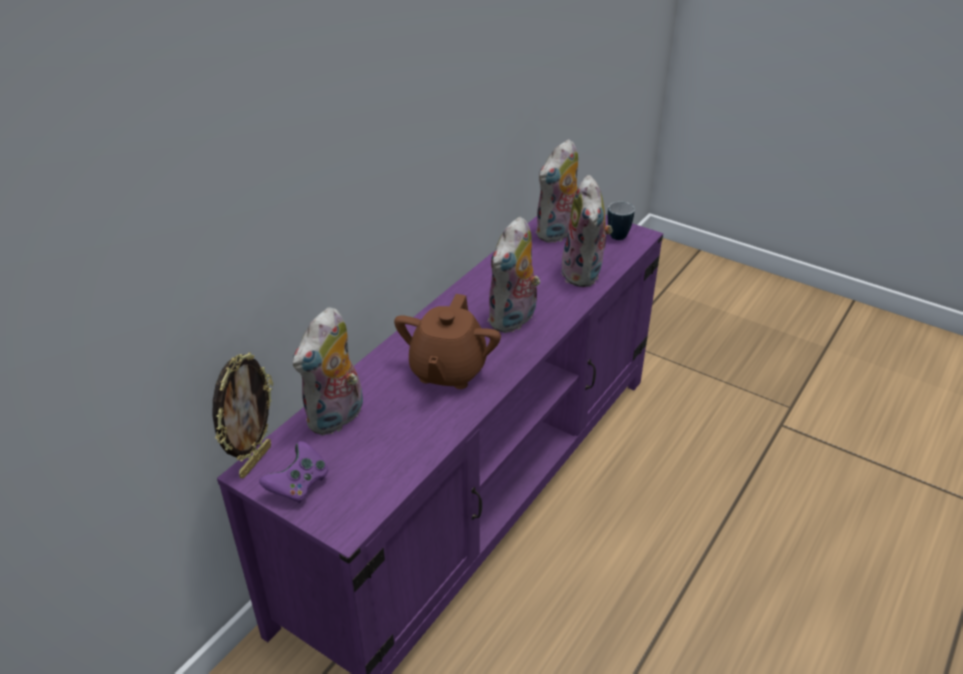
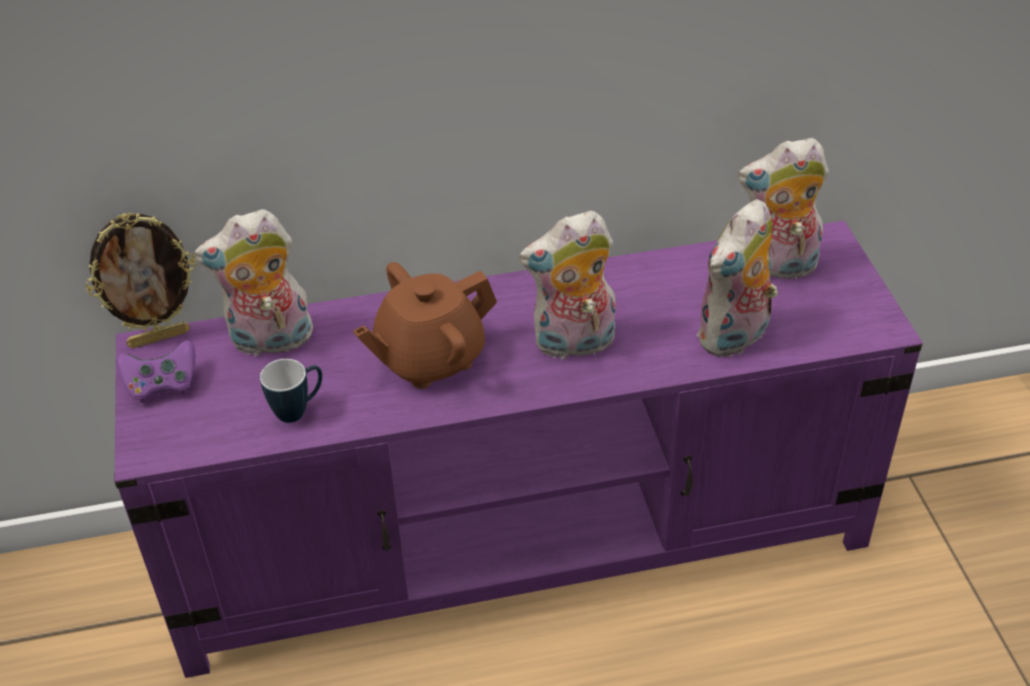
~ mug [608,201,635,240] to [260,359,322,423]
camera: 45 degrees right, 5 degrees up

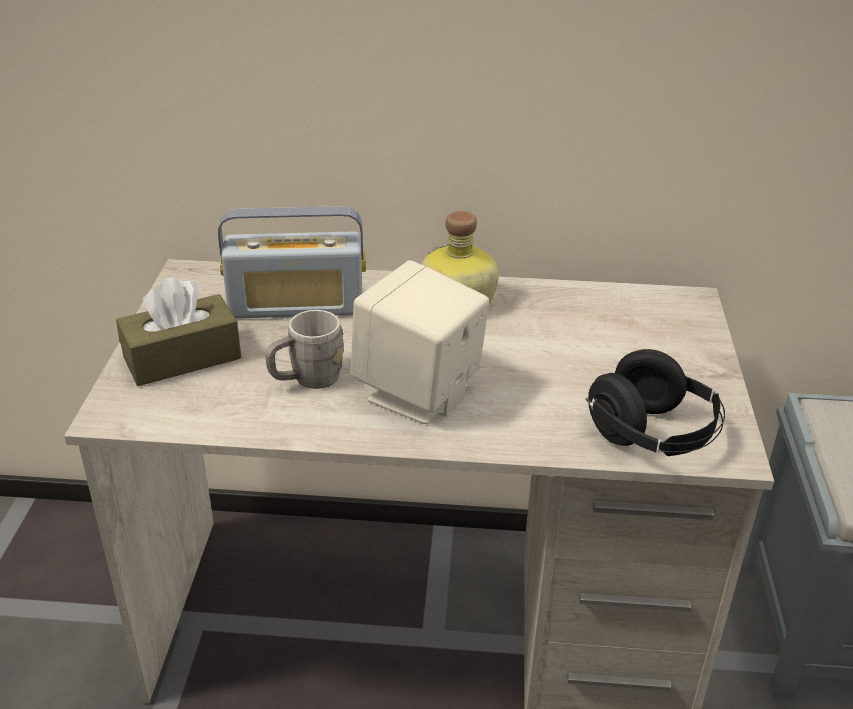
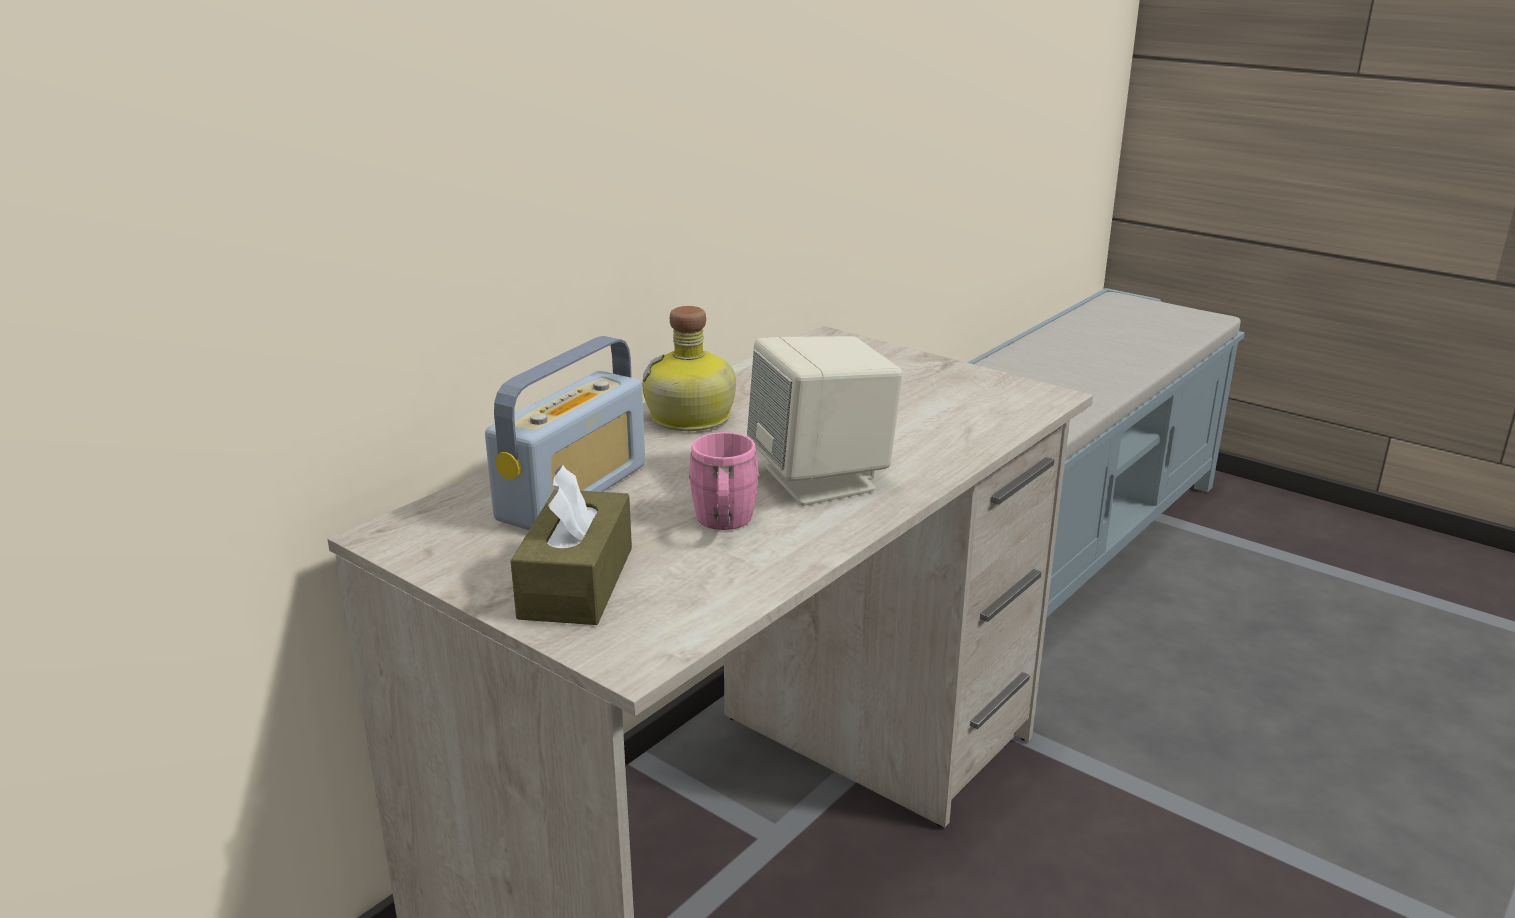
~ mug (grey) [266,310,344,389] to mug (pink) [688,432,760,530]
- headphones (black) [585,349,725,456]
camera: 55 degrees left, 10 degrees down

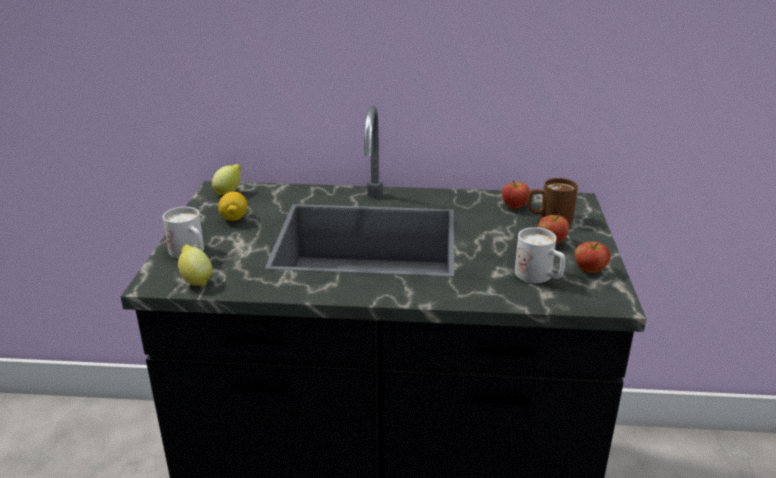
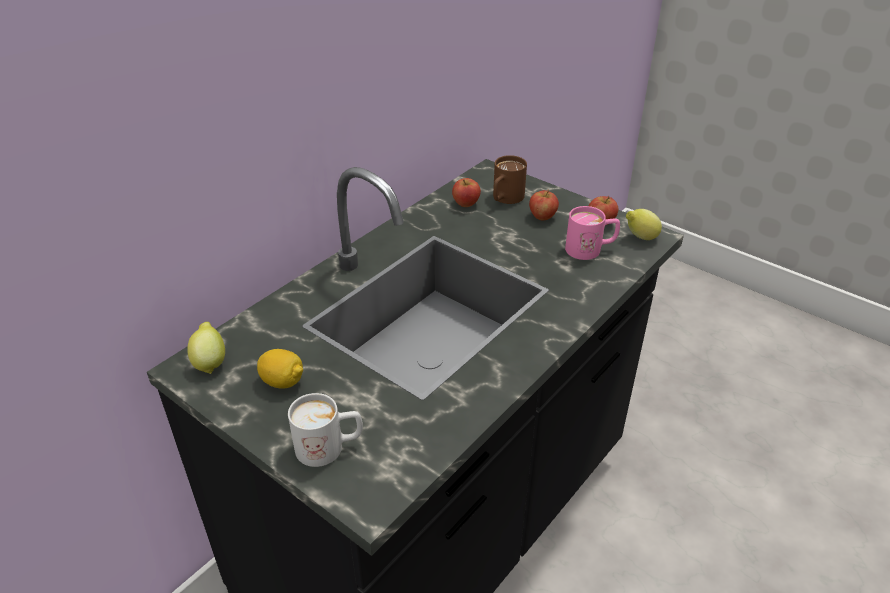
~ mug (white) [515,227,565,283] to mug (pink) [565,206,620,260]
~ lemon [178,244,212,286] to [626,209,662,240]
camera: 55 degrees left, 10 degrees up

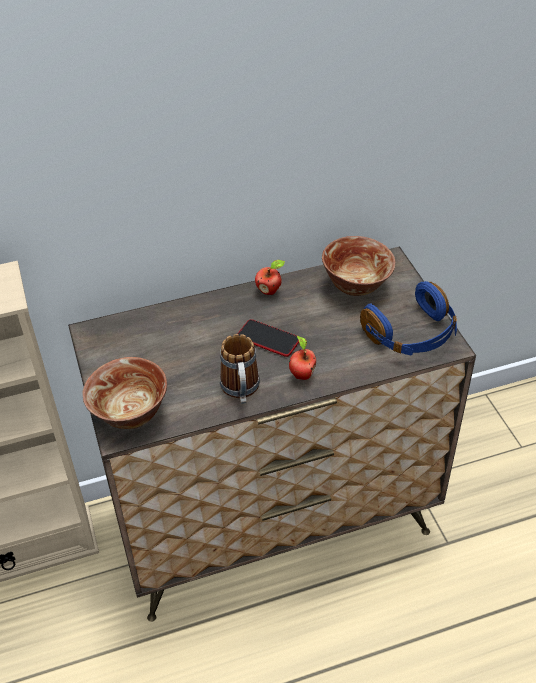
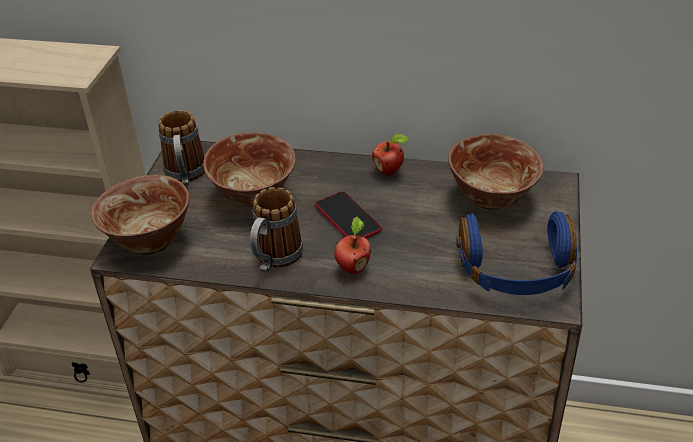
+ mug [158,110,205,186]
+ bowl [203,132,296,207]
camera: 30 degrees right, 5 degrees down

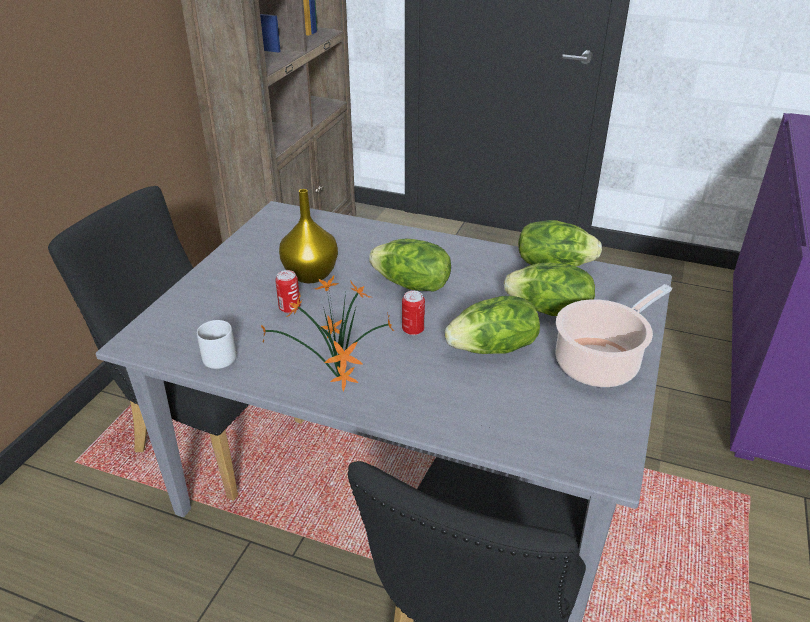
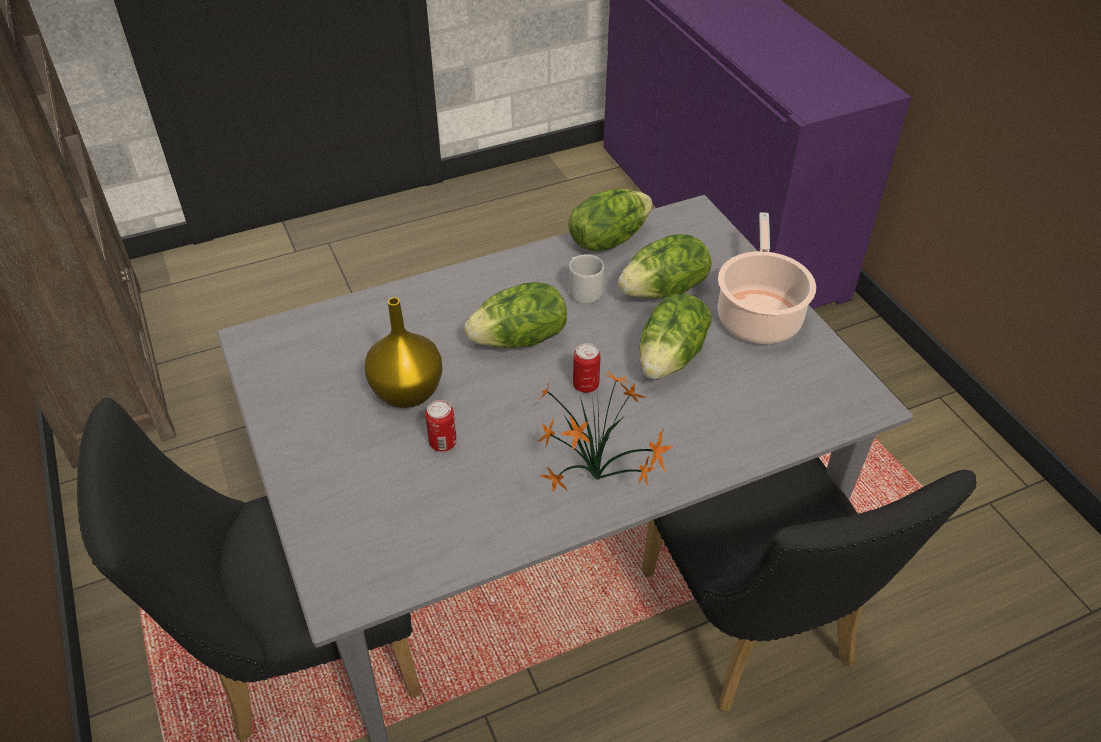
~ mug (grey) [197,320,236,369] to [569,254,604,304]
camera: 45 degrees left, 10 degrees up

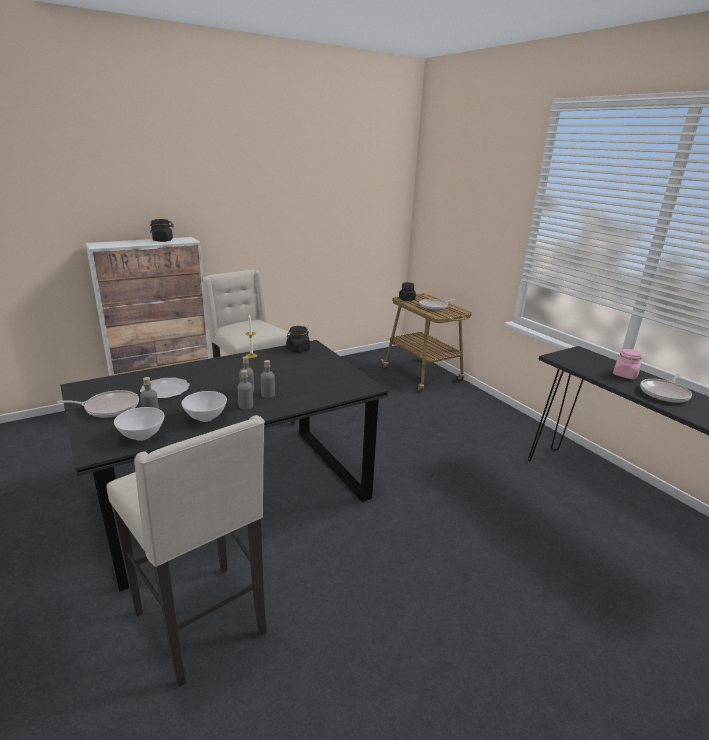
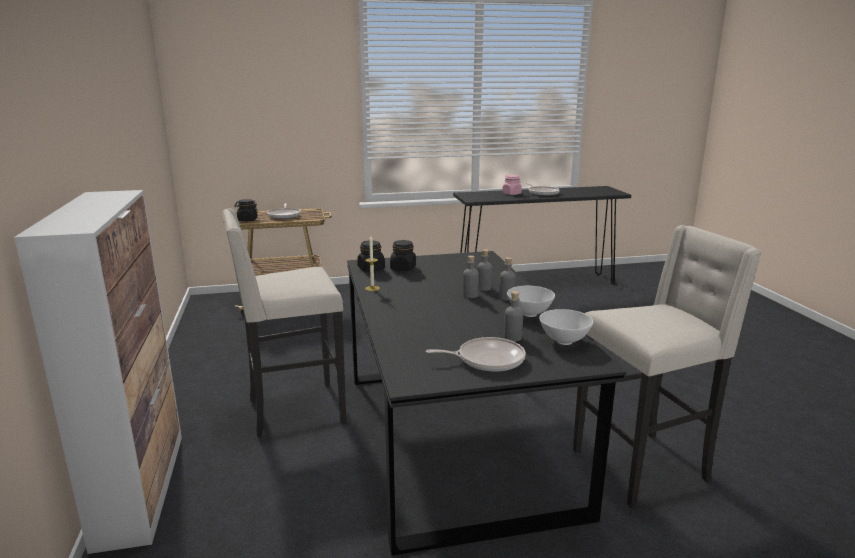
~ jar (black) [150,219,174,242] to [390,240,416,271]
- plate [140,377,190,398]
~ frying pan [57,390,139,418] = [426,337,526,372] 75 degrees clockwise
camera: 70 degrees left, 5 degrees down

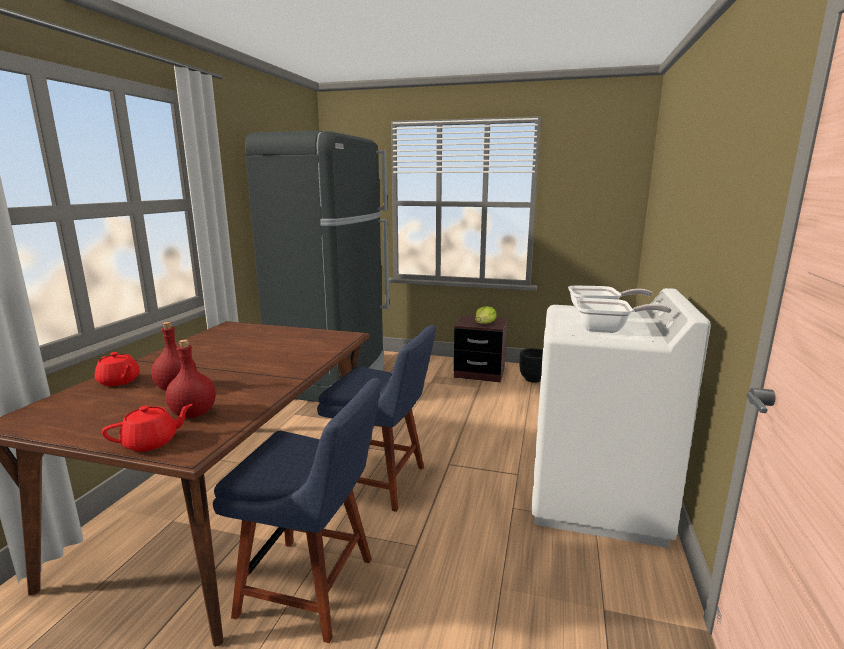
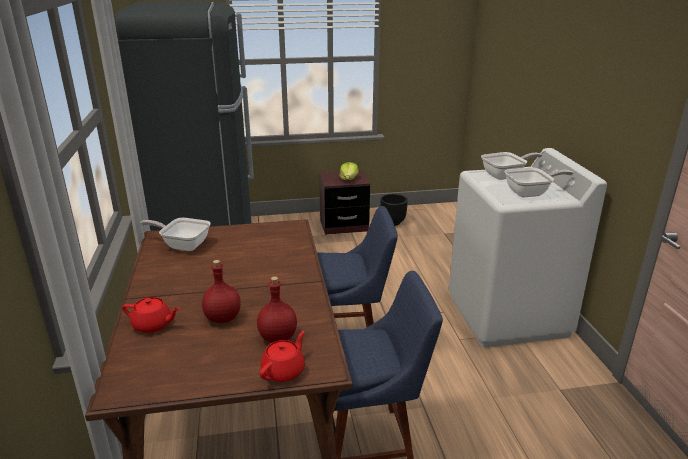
+ frying pan [140,218,210,251]
camera: 25 degrees left, 10 degrees up

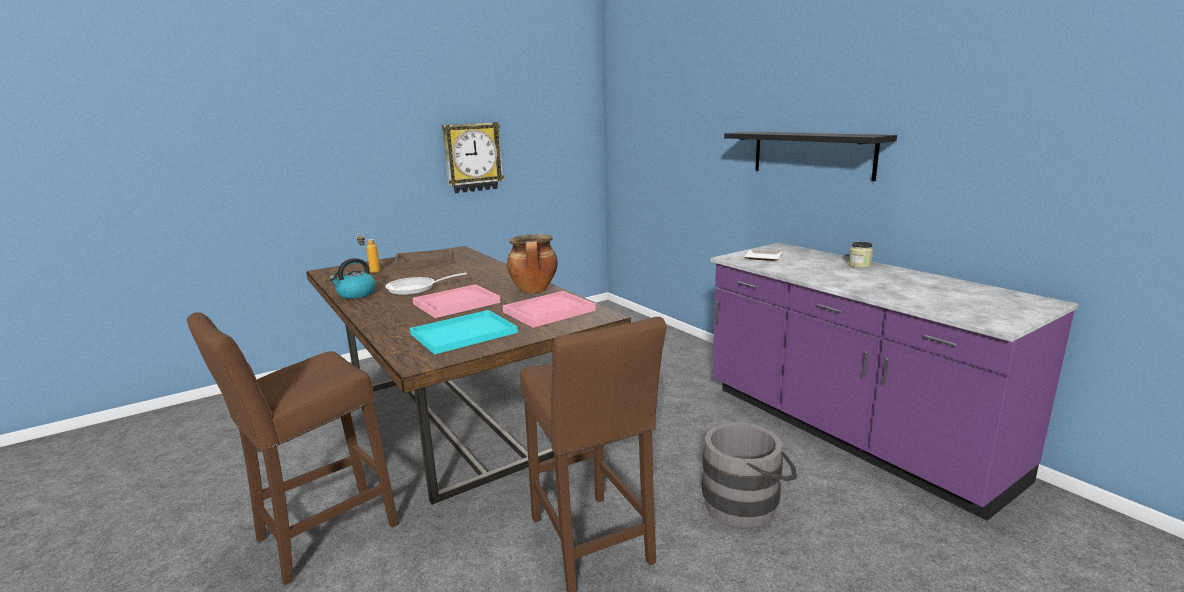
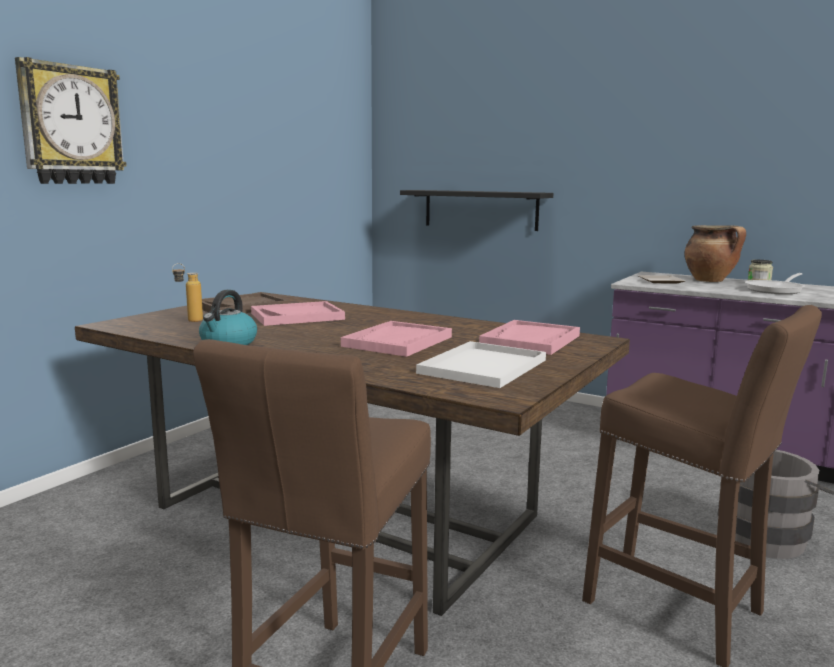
~ wall clock [442,122,504,193] to [15,57,127,184]
~ shelf (black) [724,132,897,181] to [400,190,553,231]
~ cooking pot [507,234,558,293] to [685,225,746,282]
~ frying pan [385,273,467,295] to [745,273,805,294]
~ tray (turquoise) [410,310,518,355] to tray (white) [416,341,546,388]
+ tray (pink) [251,301,345,326]
camera: 25 degrees left, 5 degrees down

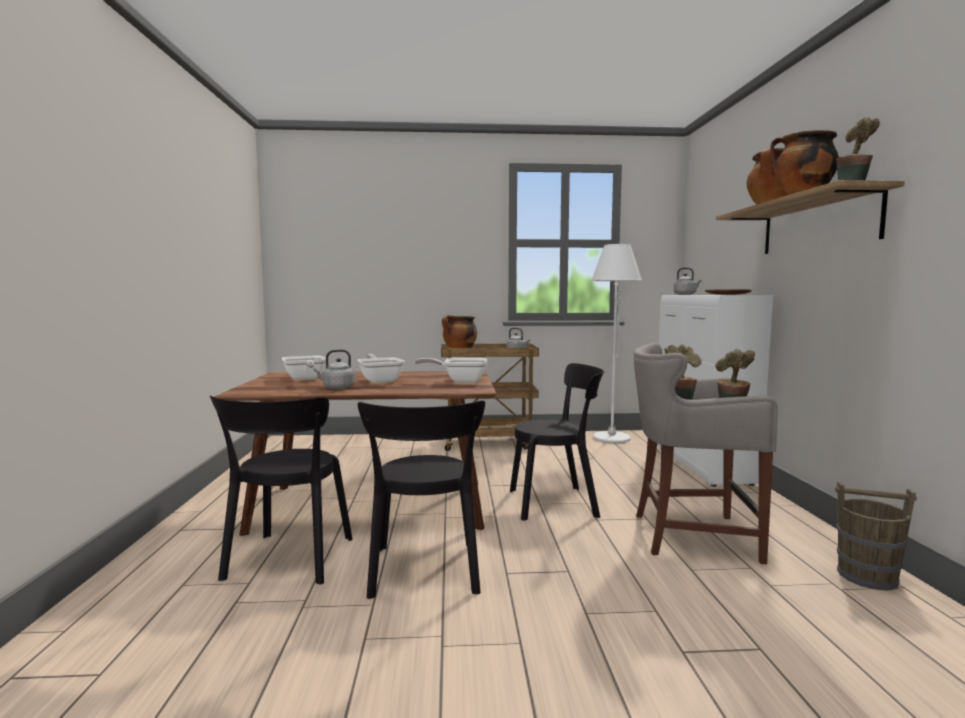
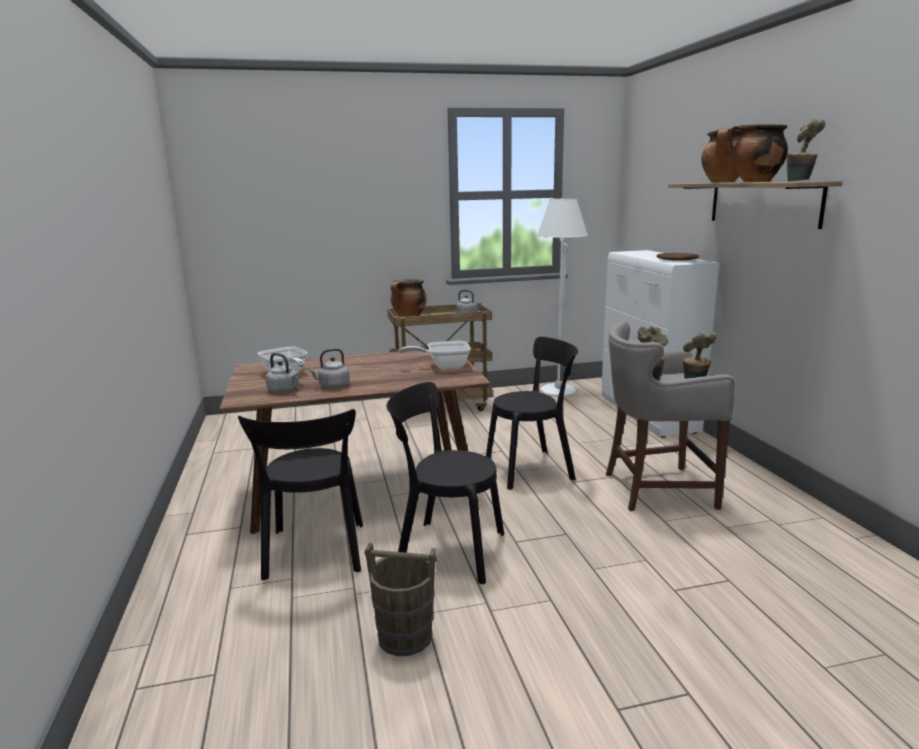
~ kettle (grey) [674,268,702,295] to [266,353,299,393]
- frying pan [357,354,405,383]
~ chair (black) [358,400,485,599] = [386,382,504,584] 120 degrees clockwise
~ bucket (brown) [835,481,917,591] to [364,543,437,656]
camera: 10 degrees left, 10 degrees up

